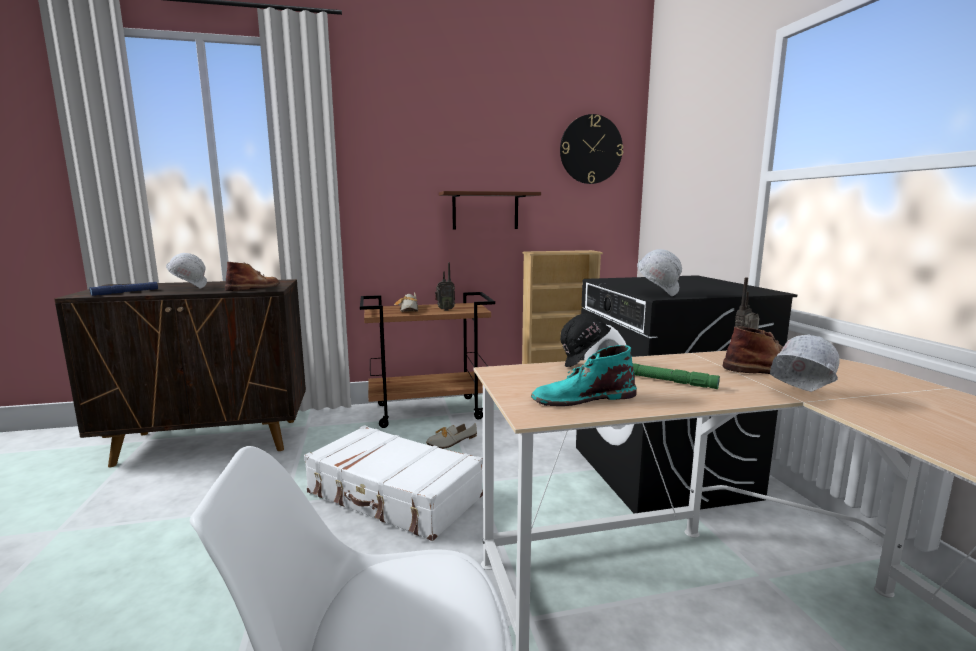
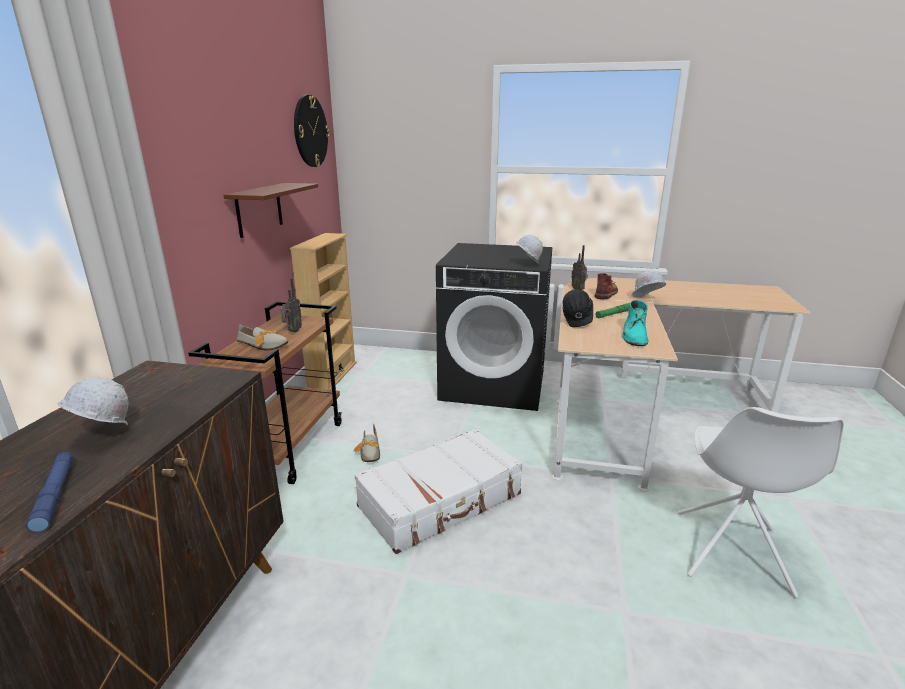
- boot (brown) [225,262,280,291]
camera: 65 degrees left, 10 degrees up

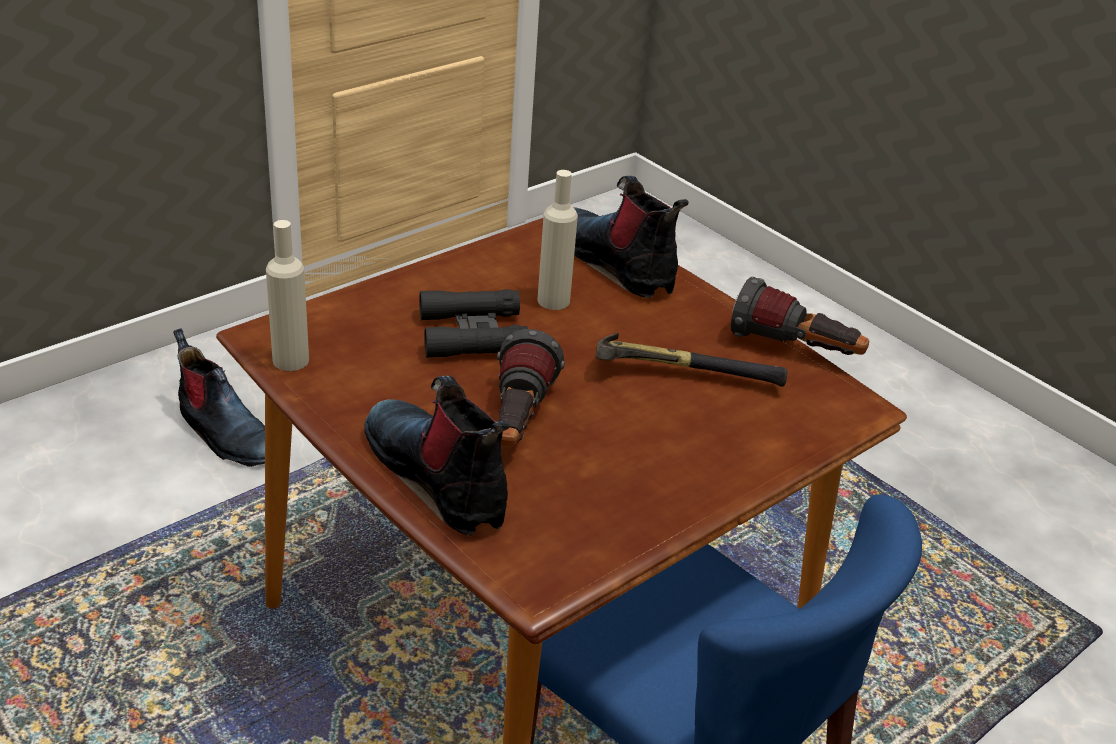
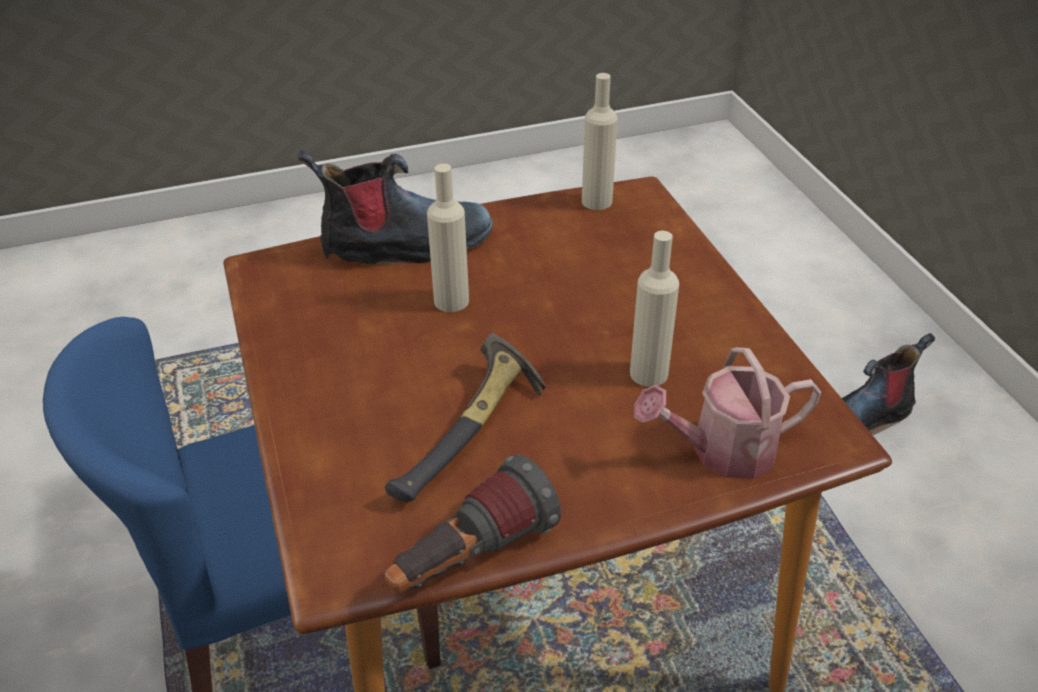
~ boot [574,176,689,298] to watering can [634,347,821,479]
- binoculars (black) [419,289,528,358]
~ flashlight [497,329,565,448] to bottle (beige) [427,164,469,312]
camera: 115 degrees right, 5 degrees up

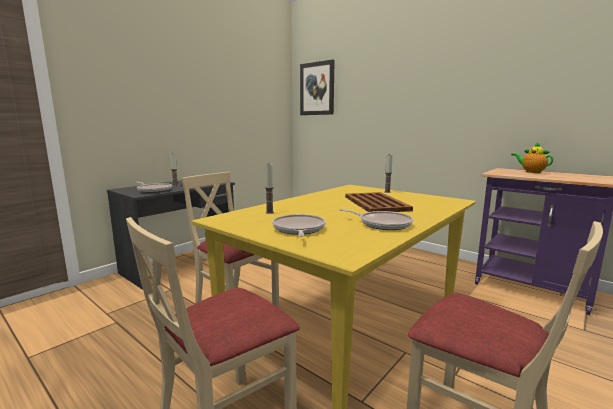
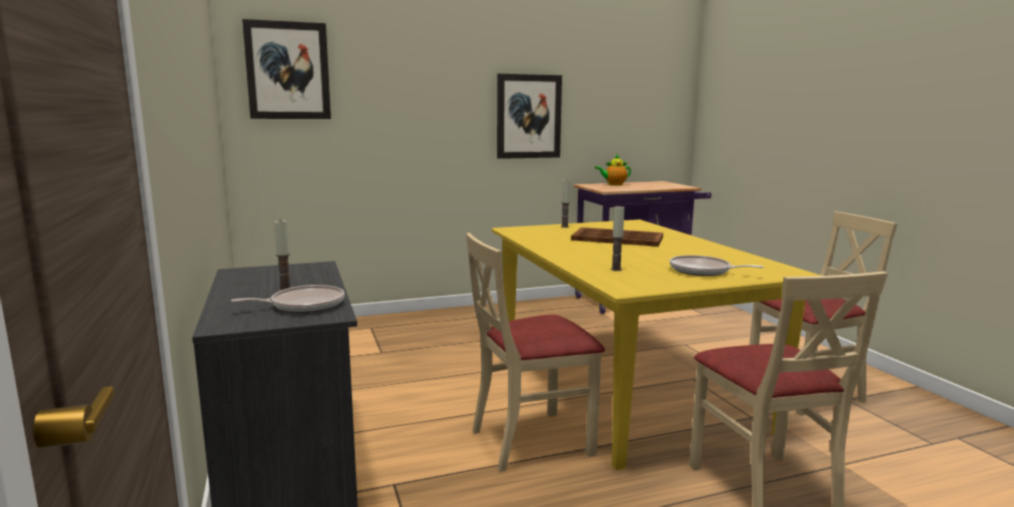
- frying pan [339,209,413,230]
+ picture [497,74,562,159]
camera: 60 degrees left, 0 degrees up

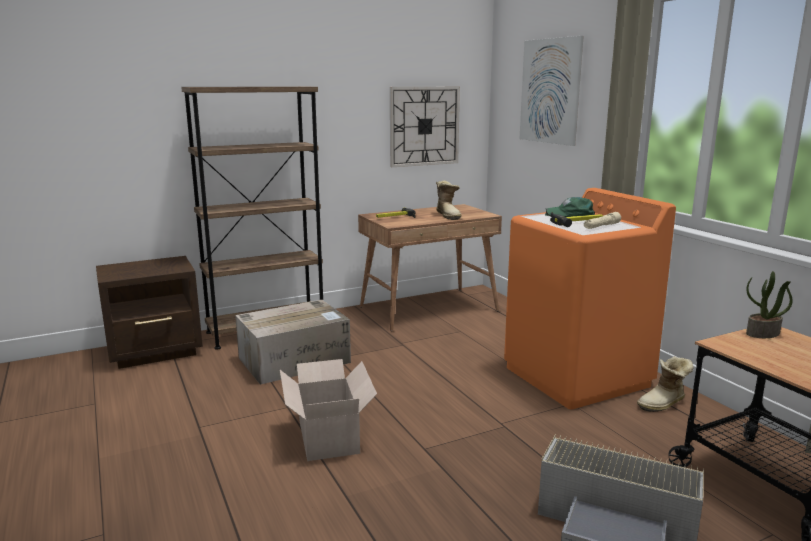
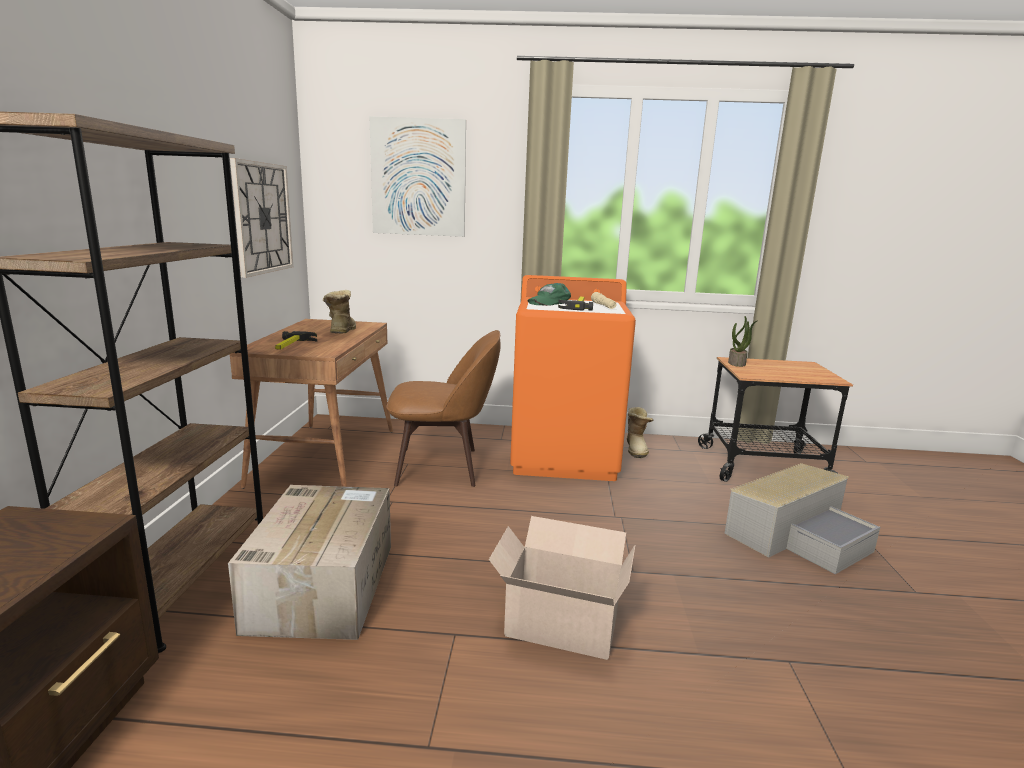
~ boot [436,181,462,220] = [323,290,356,334] 105 degrees counterclockwise
+ chair (brown) [386,330,501,487]
camera: 60 degrees left, 0 degrees up

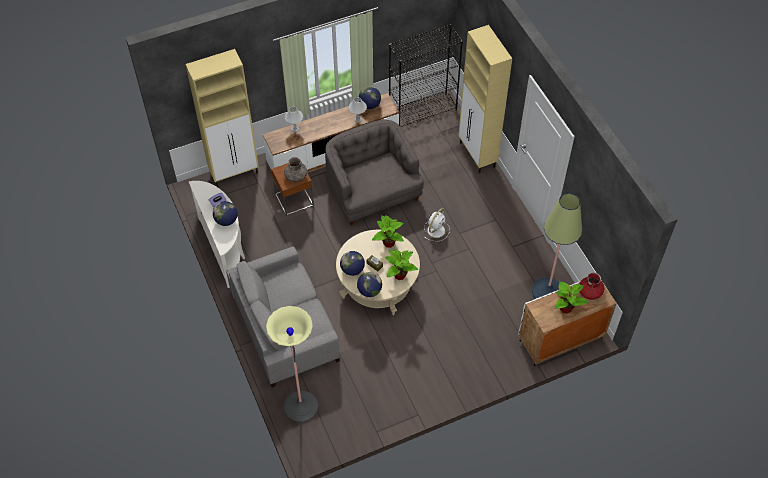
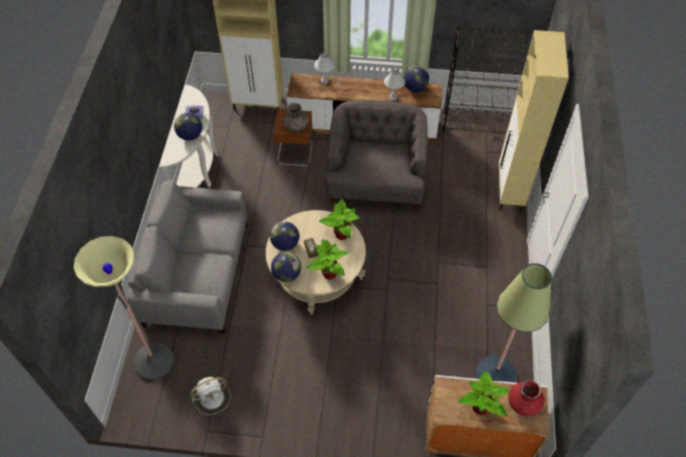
~ fan (white) [424,208,450,242] to [191,376,231,415]
camera: 30 degrees right, 0 degrees up

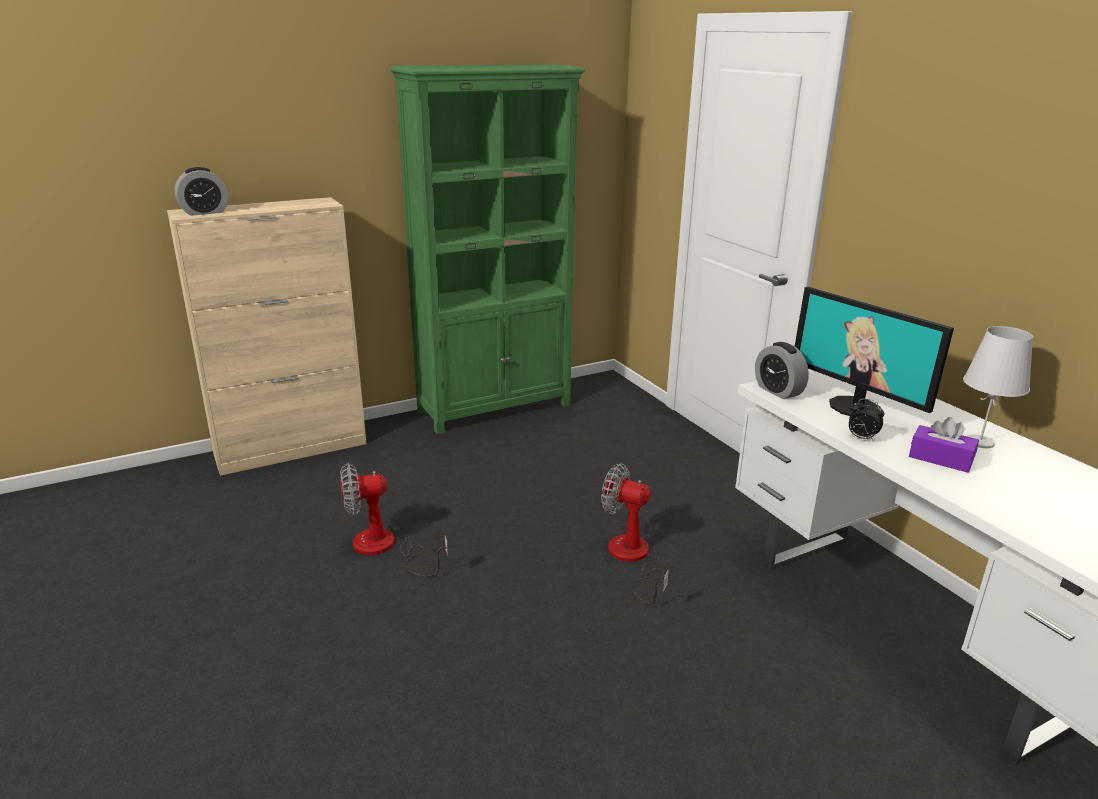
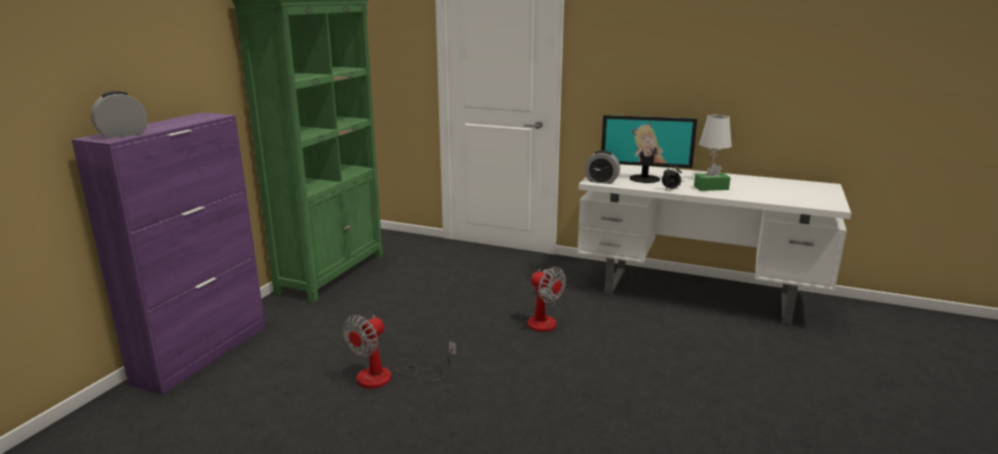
~ alarm clock [174,167,228,216] = [91,91,147,138] 150 degrees counterclockwise
~ cabinet (beige) [167,197,367,476] to cabinet (purple) [72,112,265,395]
~ tissue box (purple) [909,417,979,473] to tissue box (green) [694,163,731,191]
~ fan [601,463,669,605] = [526,267,566,332] 120 degrees counterclockwise
camera: 40 degrees left, 5 degrees down

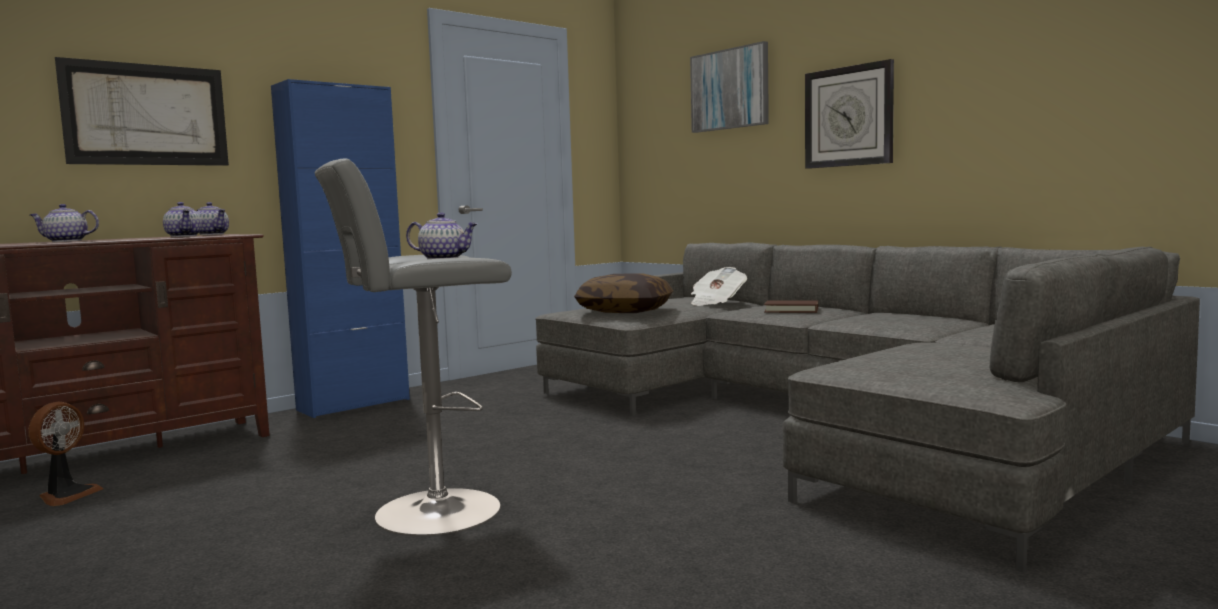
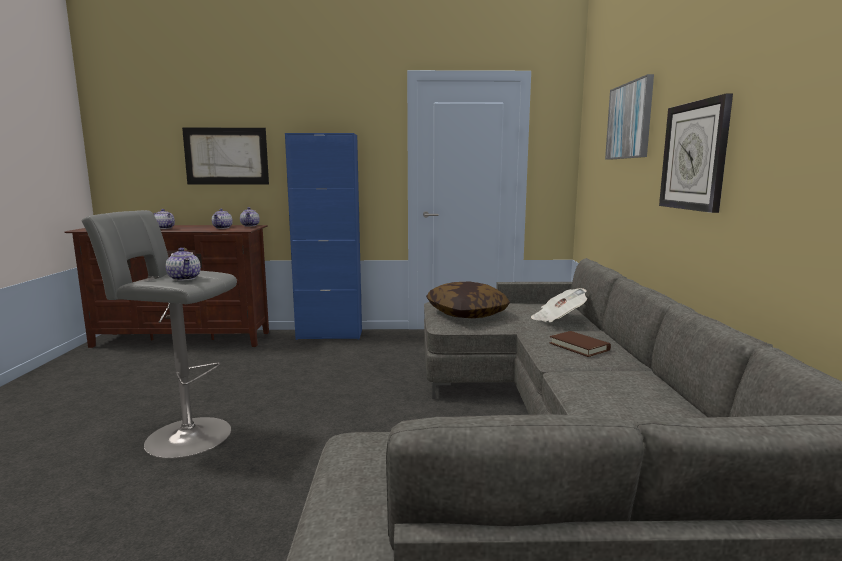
- fan [28,402,103,506]
camera: 40 degrees right, 5 degrees up

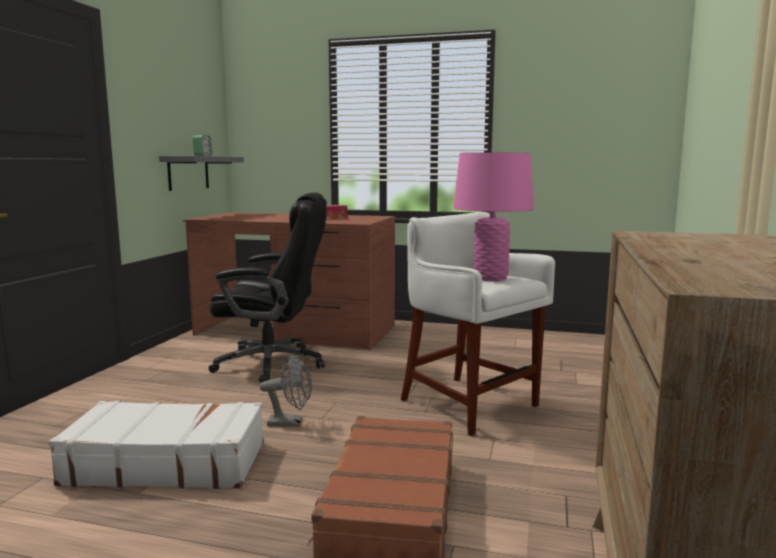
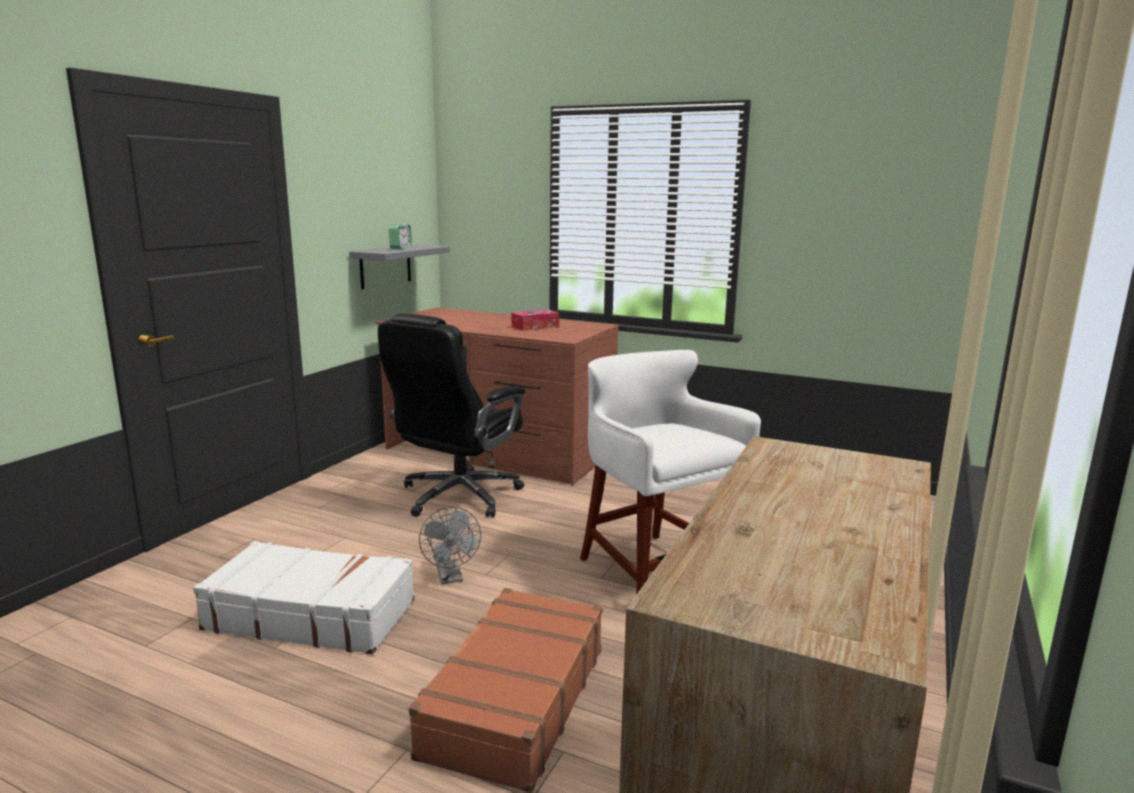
- table lamp (pink) [453,152,534,281]
~ office chair (black) [208,192,327,383] = [378,313,525,517] 105 degrees clockwise
~ fan (grey) [260,353,312,427] = [419,507,481,584] 60 degrees clockwise
camera: 10 degrees right, 5 degrees up

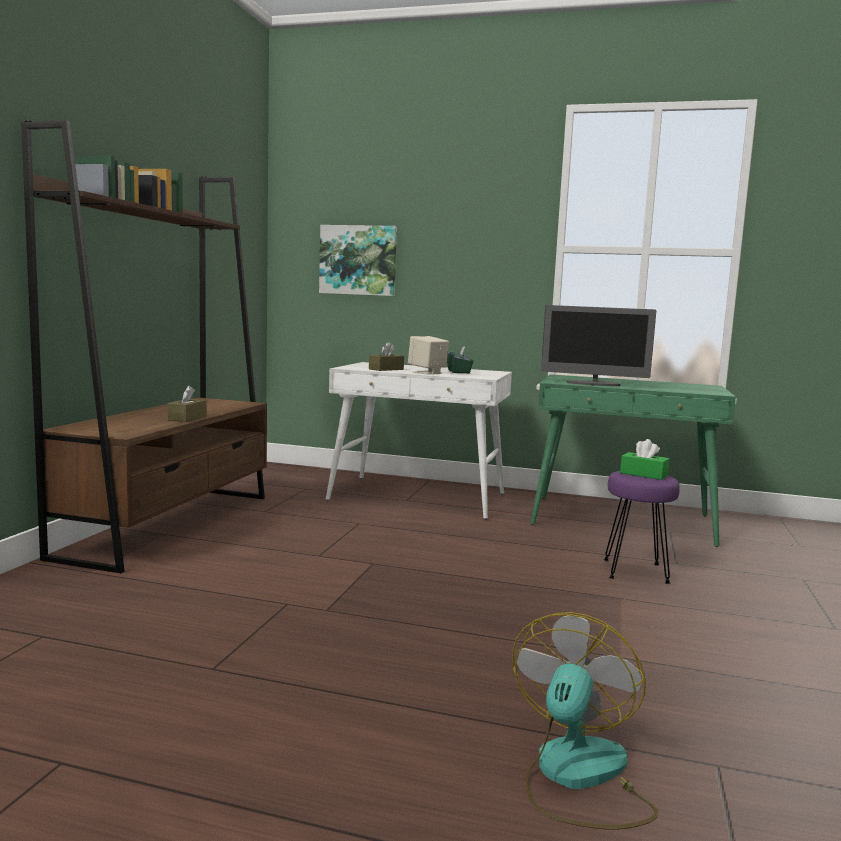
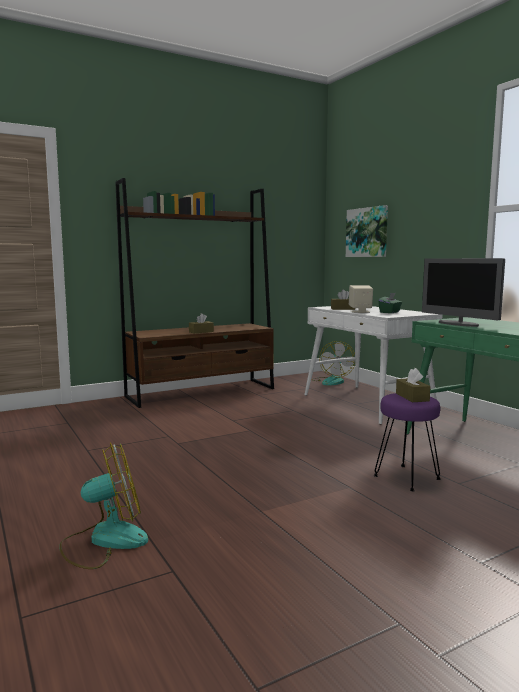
~ tissue box (green) [620,439,670,480] to tissue box (brown) [396,368,431,402]
+ fan [311,341,355,385]
camera: 45 degrees right, 0 degrees up

